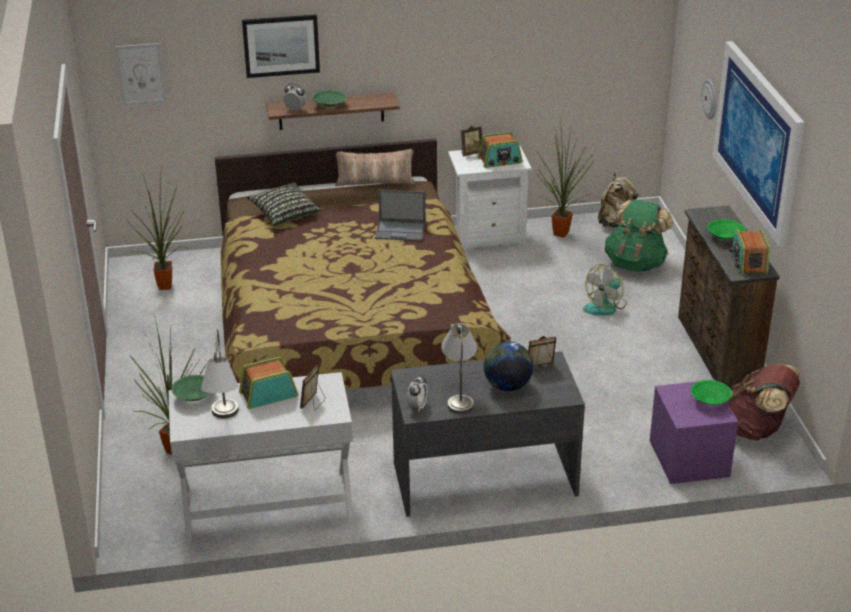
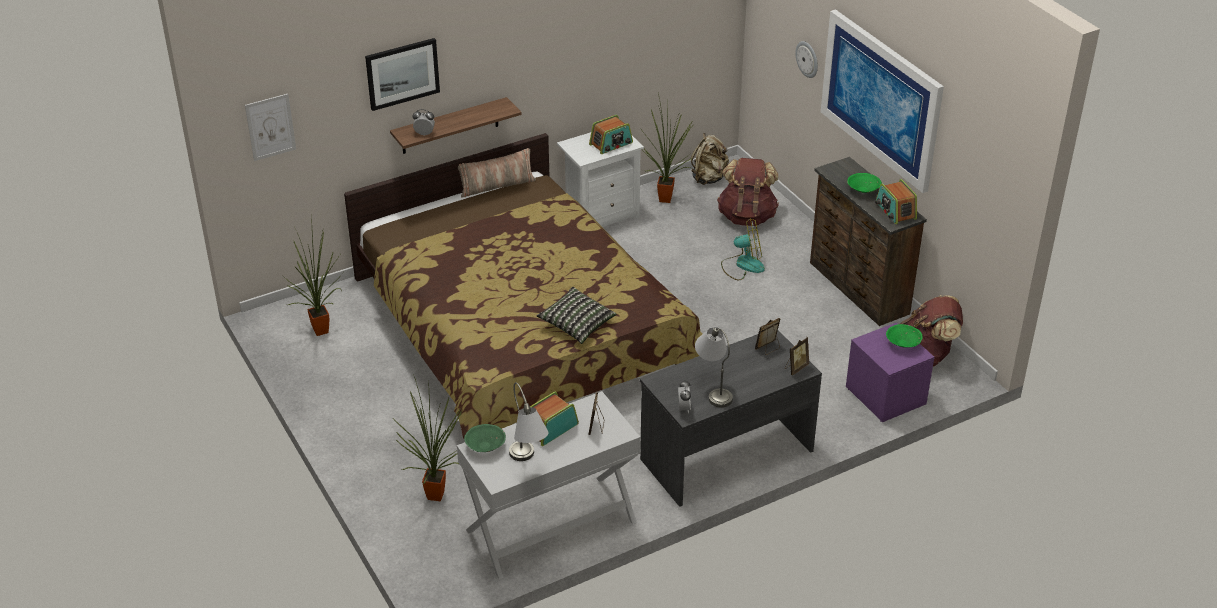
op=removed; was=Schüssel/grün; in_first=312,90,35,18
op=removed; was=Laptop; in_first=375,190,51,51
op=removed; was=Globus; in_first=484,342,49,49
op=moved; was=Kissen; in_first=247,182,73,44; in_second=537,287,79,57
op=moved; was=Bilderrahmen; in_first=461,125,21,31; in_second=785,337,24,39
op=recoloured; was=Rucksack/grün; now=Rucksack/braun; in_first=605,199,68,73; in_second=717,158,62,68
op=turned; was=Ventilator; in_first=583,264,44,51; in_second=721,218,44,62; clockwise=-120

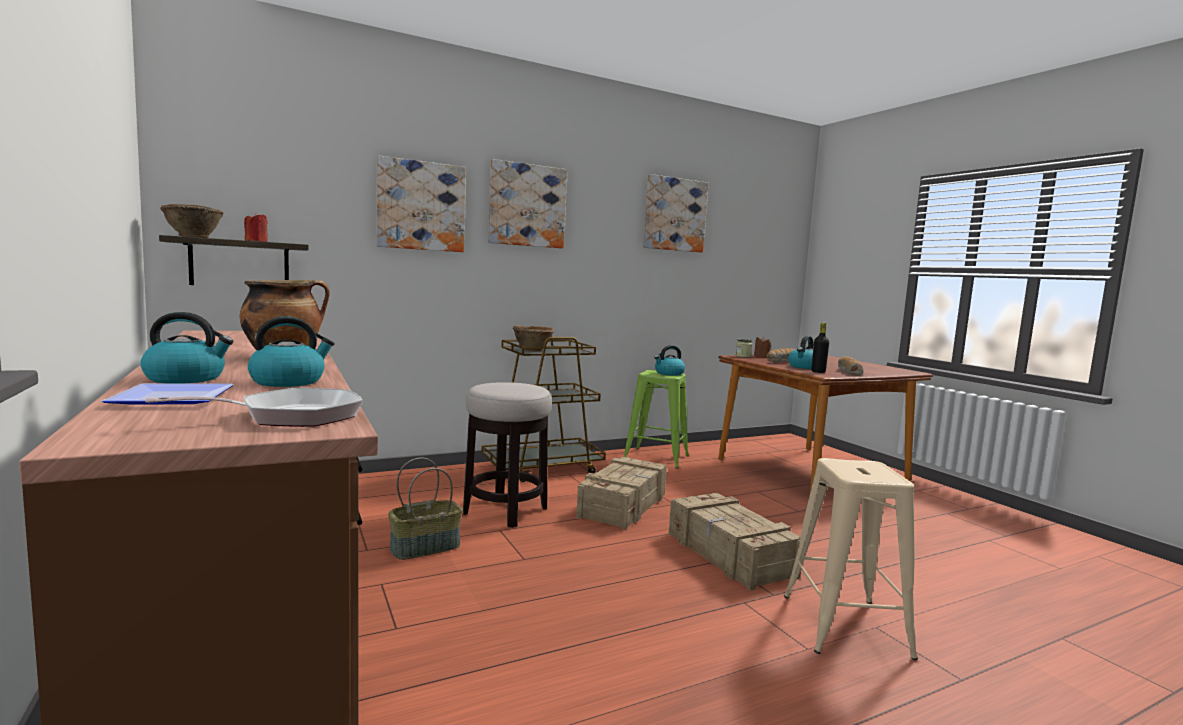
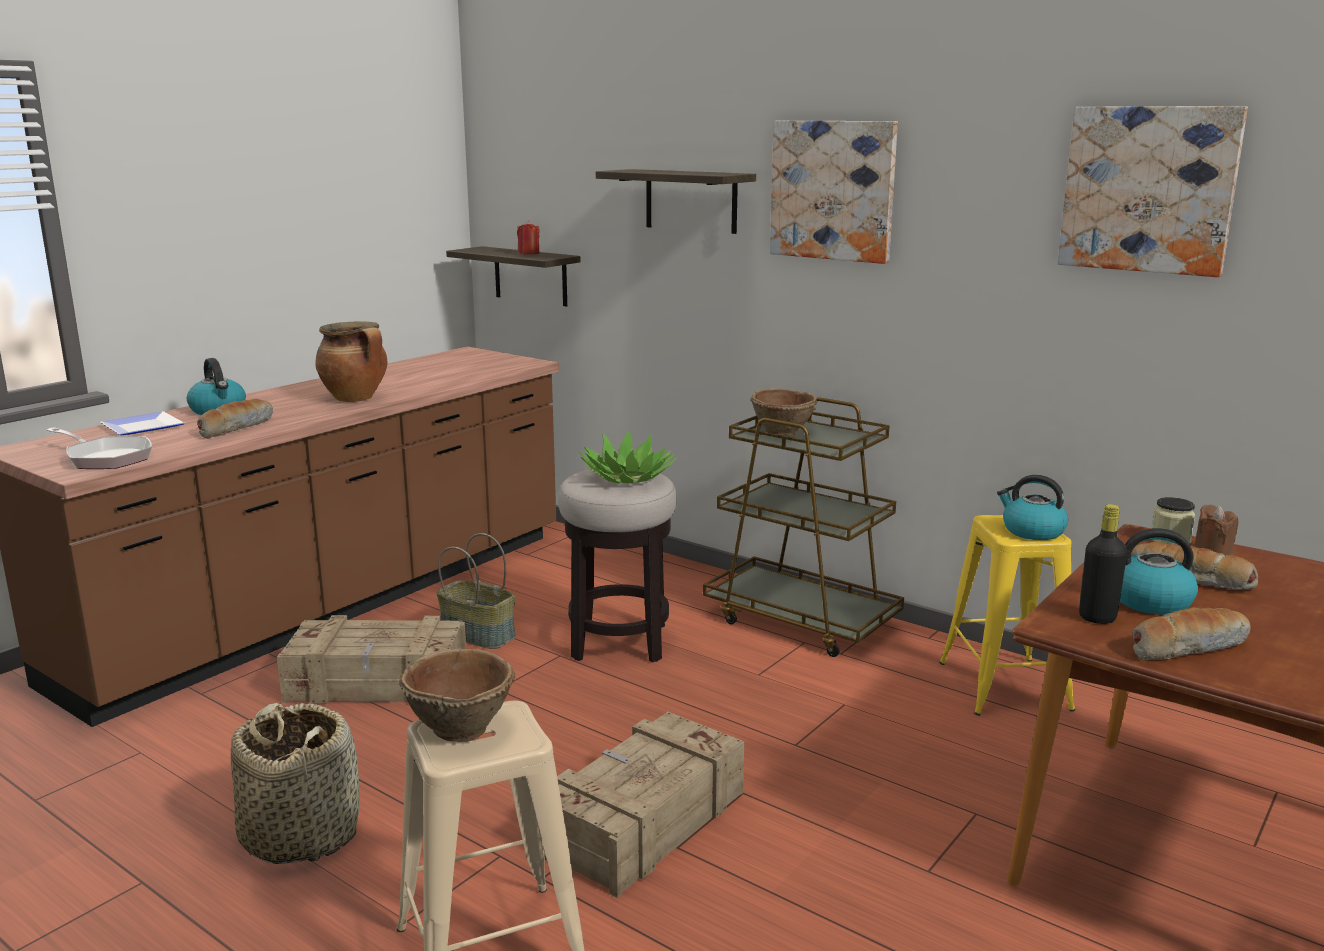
op=added; now=Korb; in_second=231,703,129,161
op=added; now=Topfpflanze; in_second=579,429,98,55
op=moved; was=Schüssel/braun; in_first=160,204,63,34; in_second=399,649,116,93
op=moved; was=Kiste; in_first=576,457,91,73; in_second=277,615,189,89
op=replaced; was=Wasserkessel; now=Brot; in_first=248,316,87,71; in_second=197,399,76,40
op=replaced; was=Bild; now=Wandregal; in_first=376,156,90,96; in_second=596,169,160,65
op=recoloured; was=Hocker/grün; now=Hocker/gelb; in_first=624,370,65,99; in_second=939,515,136,201

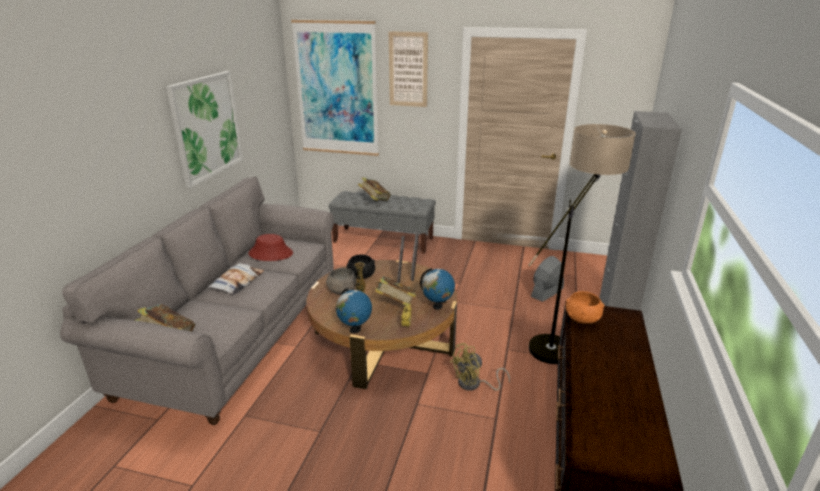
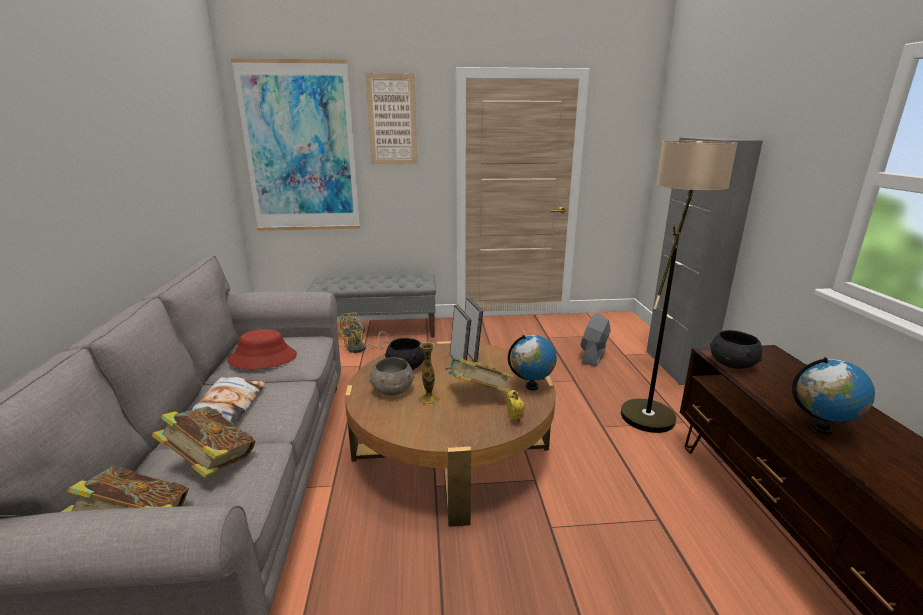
op=removed; was=Bild; in_first=166,71,77,117
op=moved; was=Globus; in_first=336,288,36,45; in_second=792,357,83,78
op=moved; was=Buch; in_first=358,177,33,24; in_second=152,406,103,72
op=moved; was=Ventilator/gelb; in_first=449,343,61,48; in_second=338,312,53,41
op=recoloured; was=Schüssel/orange; now=Schüssel/schwarz; in_first=566,291,39,33; in_second=710,330,53,39

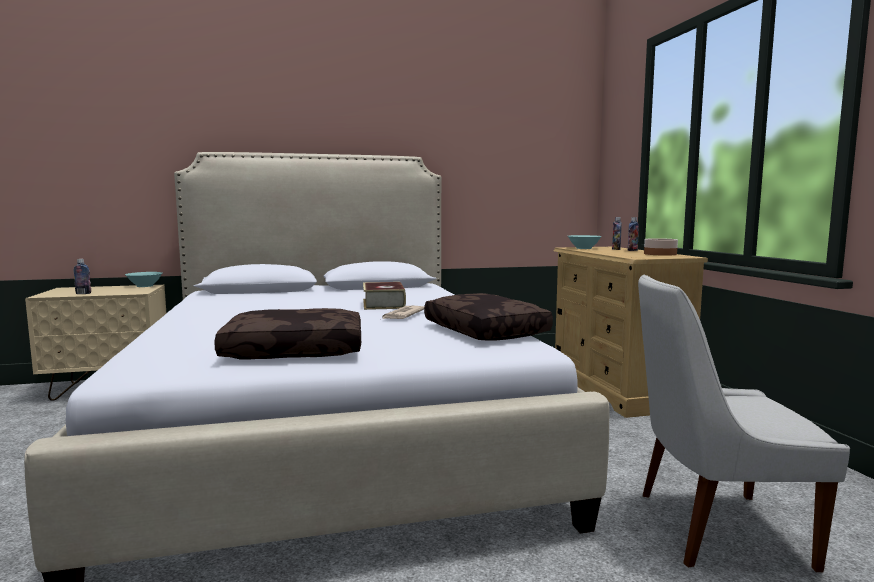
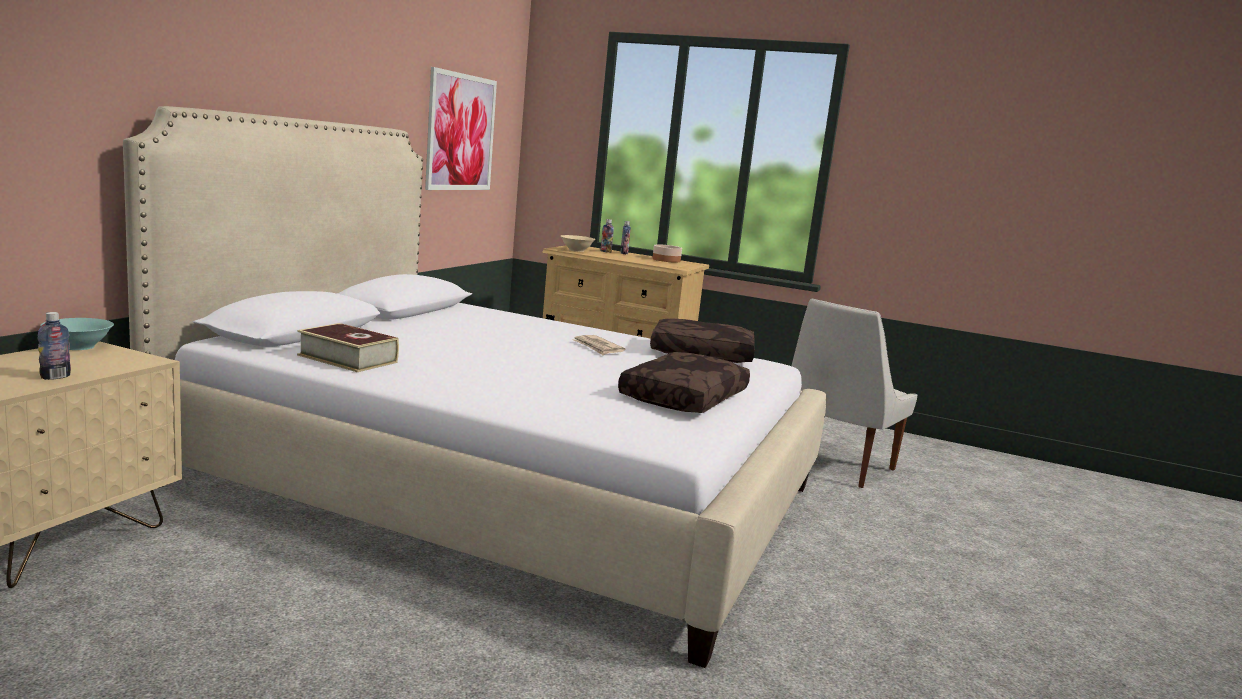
op=added; now=Bild; in_second=425,67,72,123
op=moved; was=Buch; in_first=363,282,43,28; in_second=297,323,102,49
op=recoloured; was=Schüssel/türkis; now=Schüssel/beige; in_first=568,235,34,14; in_second=561,235,34,17

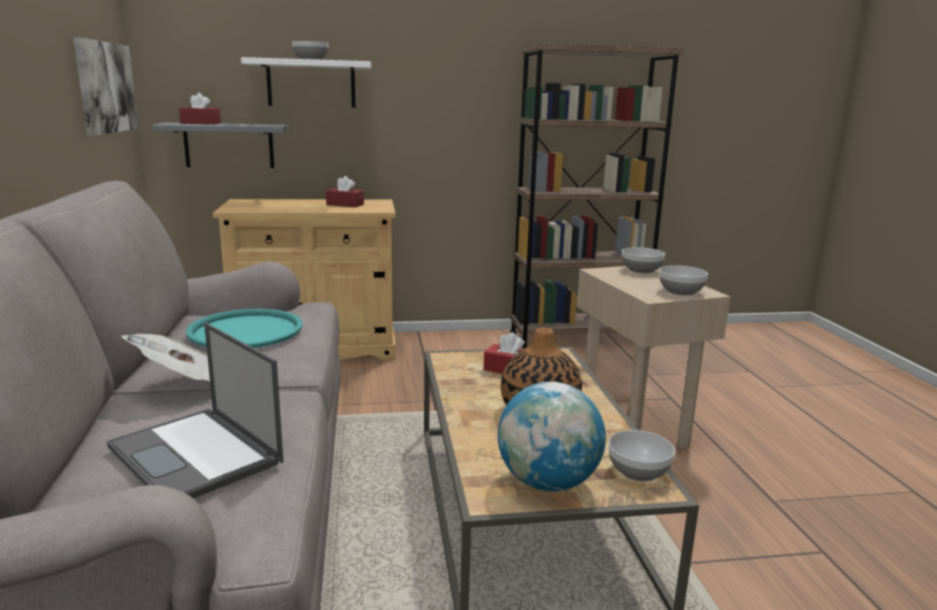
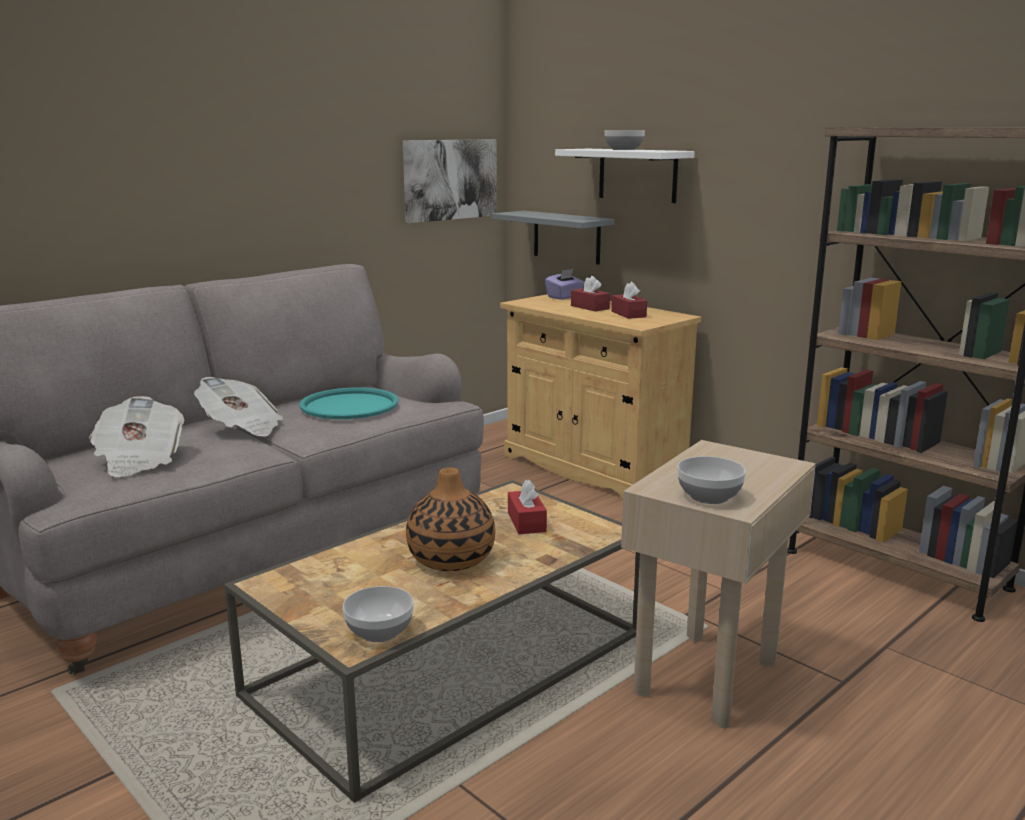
op=removed; was=Globus; in_first=498,382,108,110
op=removed; was=Schüssel; in_first=622,247,43,27
op=added; now=Taschentuchbox/lila; in_second=545,269,40,31
op=moved; was=Taschentuchbox/rot; in_first=179,93,42,31; in_second=571,276,39,36
op=replaced; was=Laptop; now=Zeitung; in_first=107,323,176,176; in_second=89,396,96,81

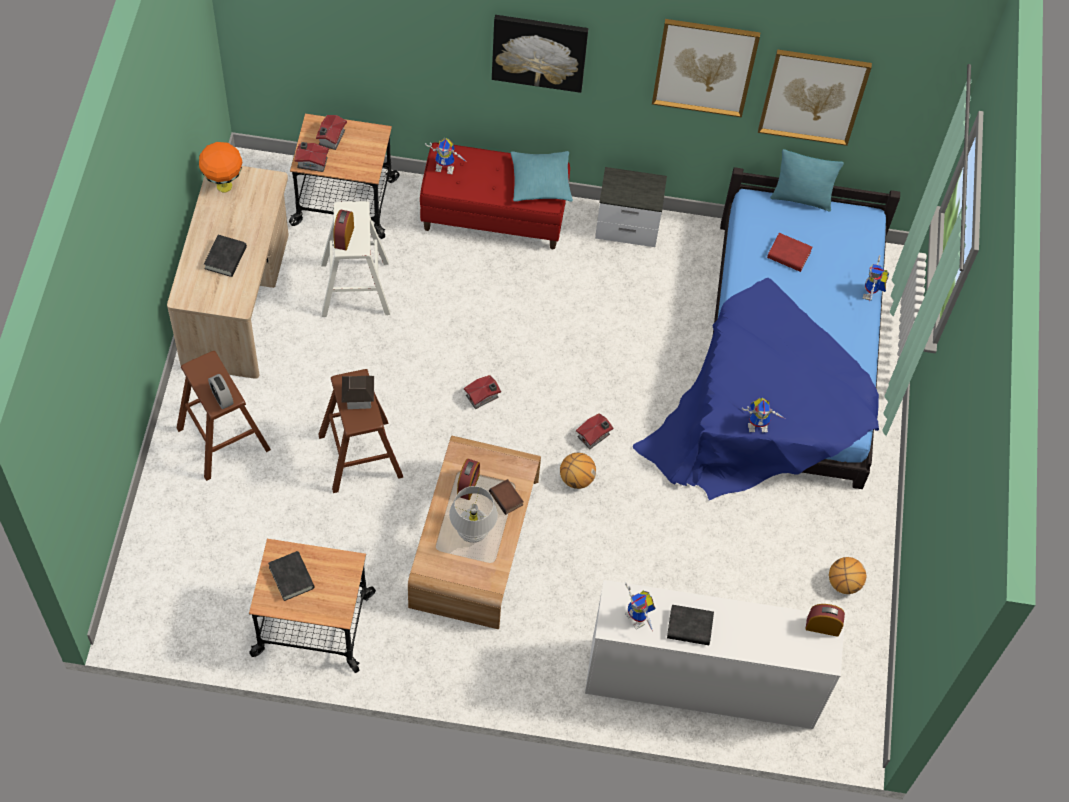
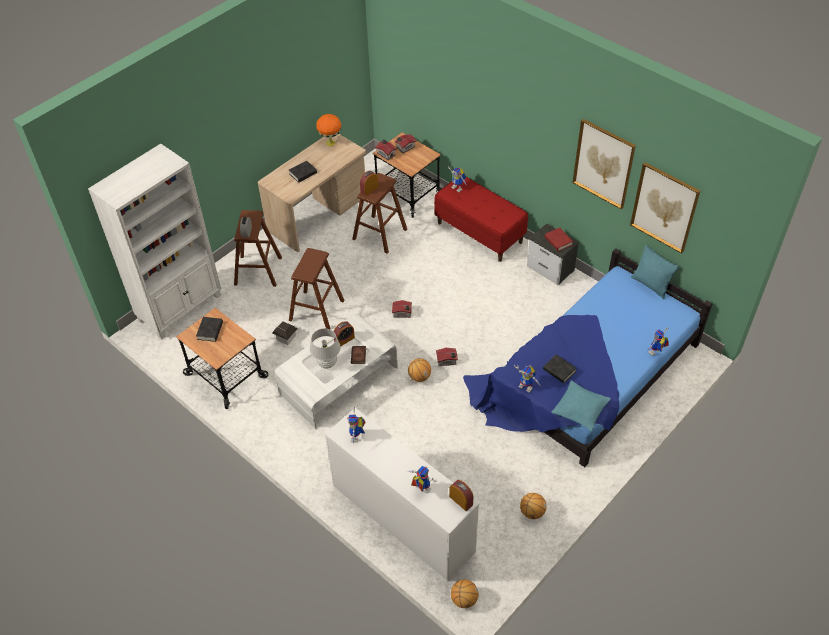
op=removed; was=Bild; in_first=492,15,96,78
op=added; now=Bücherregal/weiß; in_second=88,144,133,195
op=added; now=Spielzeugroboter; in_second=407,466,30,28
op=added; now=Basketball; in_second=451,579,28,29
op=moved; was=Spielzeughaus; in_first=342,376,32,33; in_second=272,321,26,24
op=moved; was=Kissen/türkis; in_first=511,151,62,51; in_second=552,380,59,52
op=moved; was=Buch/schwarz; in_first=667,605,47,40; in_second=543,354,33,29
op=moved; was=Buch/rot; in_first=767,233,45,39; in_second=545,228,28,23
op=recoloured; was=Hocker/weiß; now=Hocker/braun; in_first=321,201,69,116; in_second=352,173,55,81
op=recoloured; was=Couchtisch/braun; now=Couchtisch/weiß; in_first=408,436,133,193; in_second=275,313,123,116

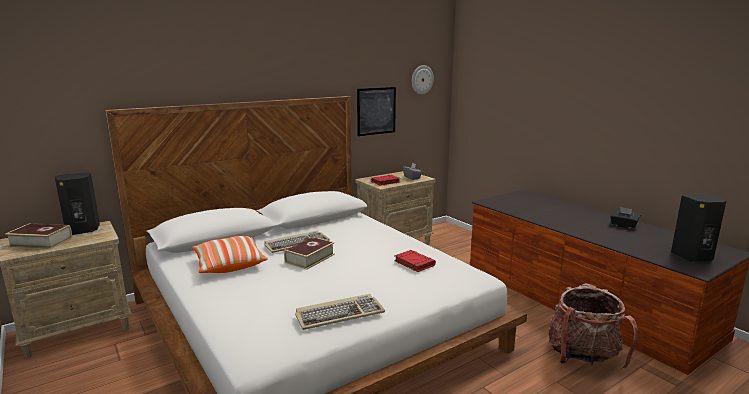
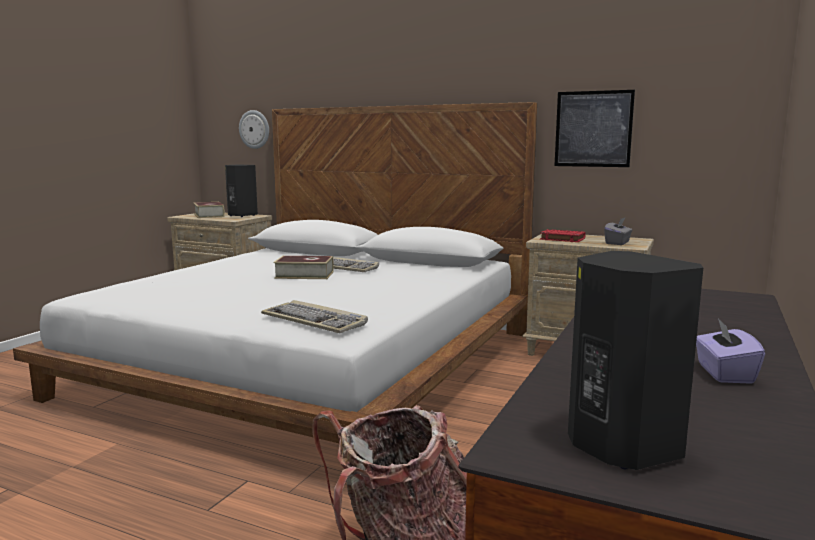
op=removed; was=Kissen; in_first=192,236,76,37
op=removed; was=Buch/rot; in_first=394,250,42,22
op=moved; was=Tastatur; in_first=295,294,90,36; in_second=261,300,107,33
op=moved; was=Wanduhr; in_first=412,65,22,30; in_second=239,110,30,39
op=recoloured; was=Taschentuchbox/schwarz; now=Taschentuchbox/lila; in_first=610,207,31,22; in_second=696,318,69,66

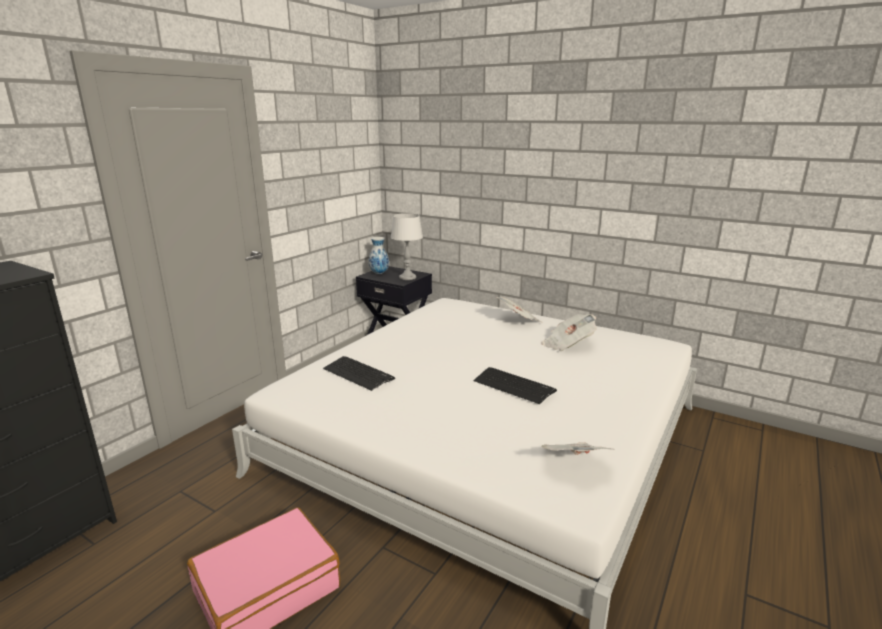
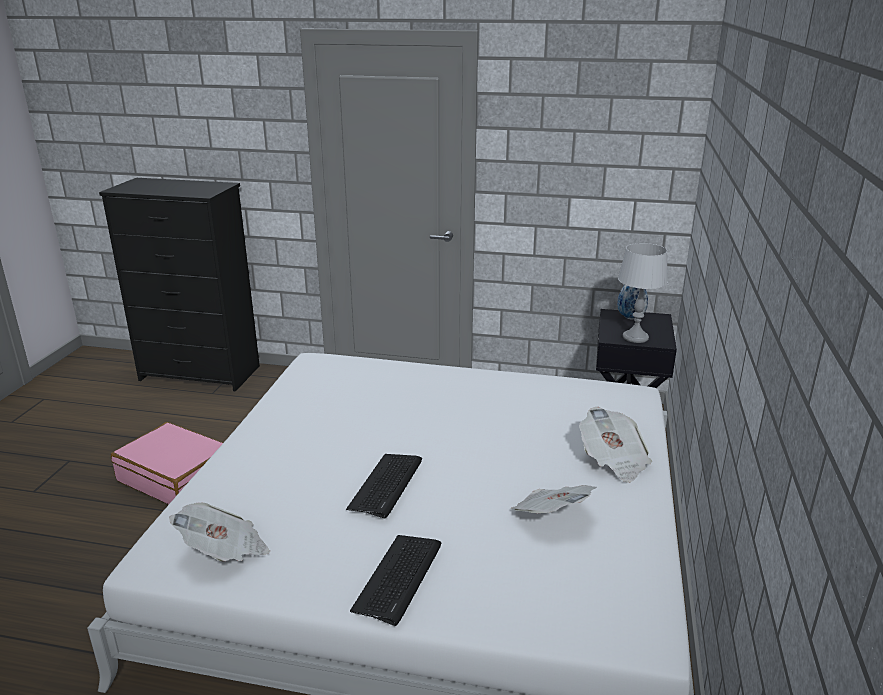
op=moved; was=Tastatur; in_first=323,356,72,35; in_second=350,535,91,91

